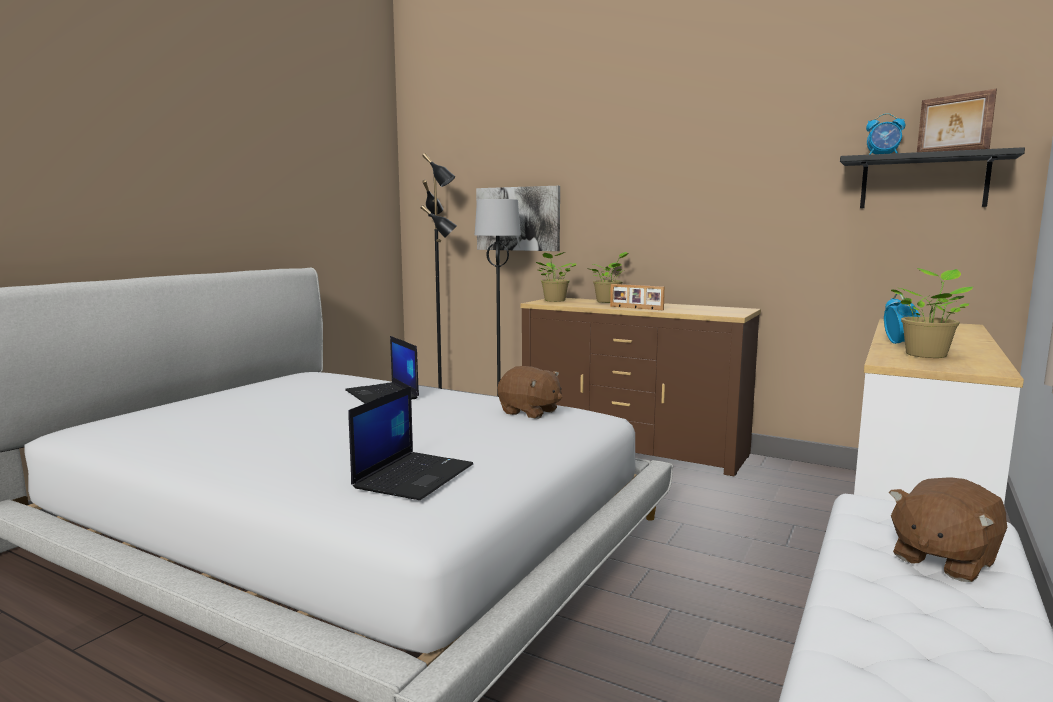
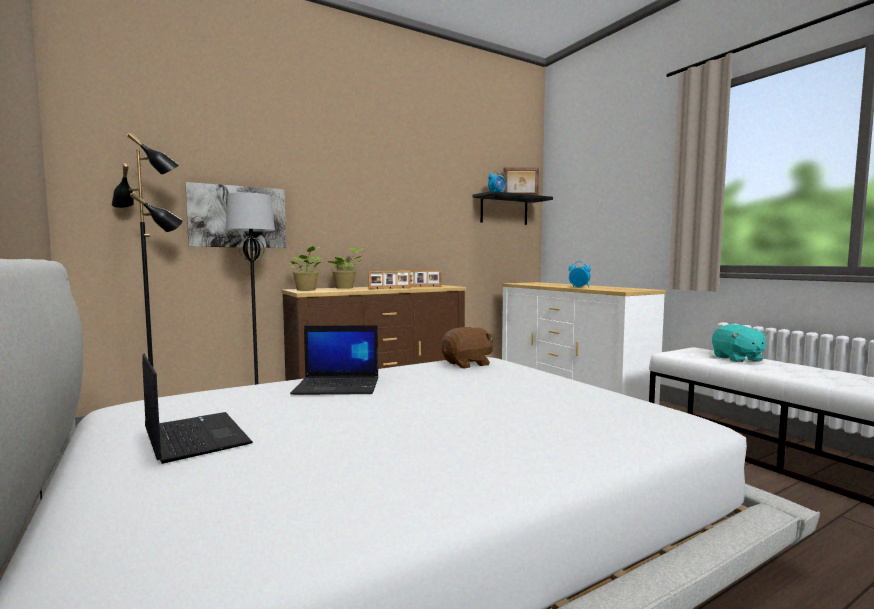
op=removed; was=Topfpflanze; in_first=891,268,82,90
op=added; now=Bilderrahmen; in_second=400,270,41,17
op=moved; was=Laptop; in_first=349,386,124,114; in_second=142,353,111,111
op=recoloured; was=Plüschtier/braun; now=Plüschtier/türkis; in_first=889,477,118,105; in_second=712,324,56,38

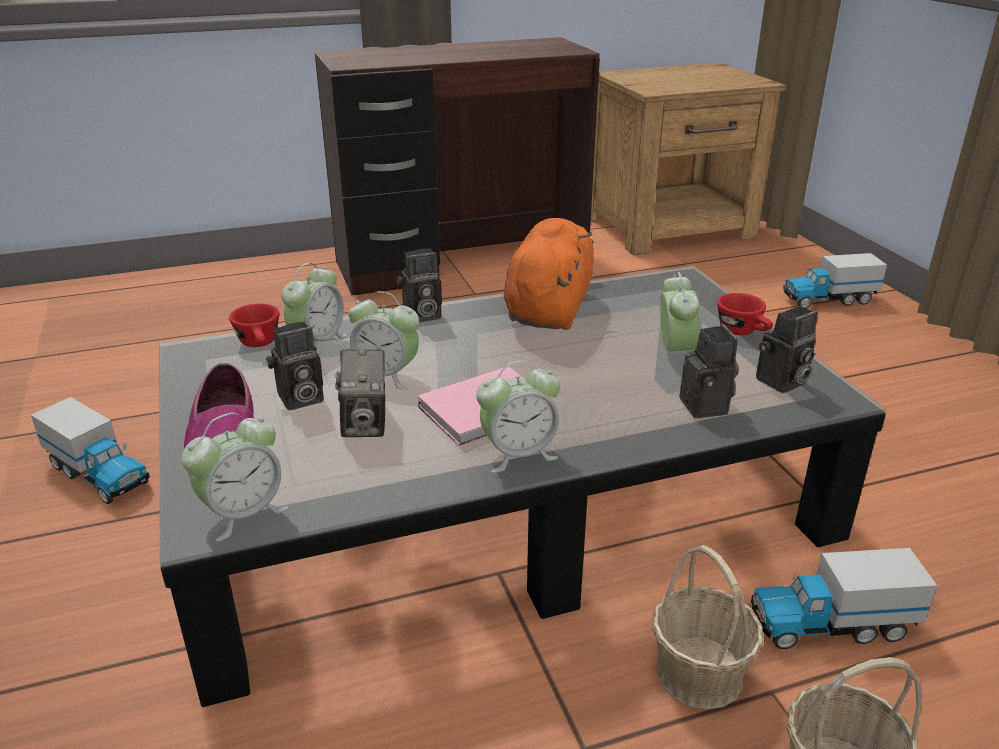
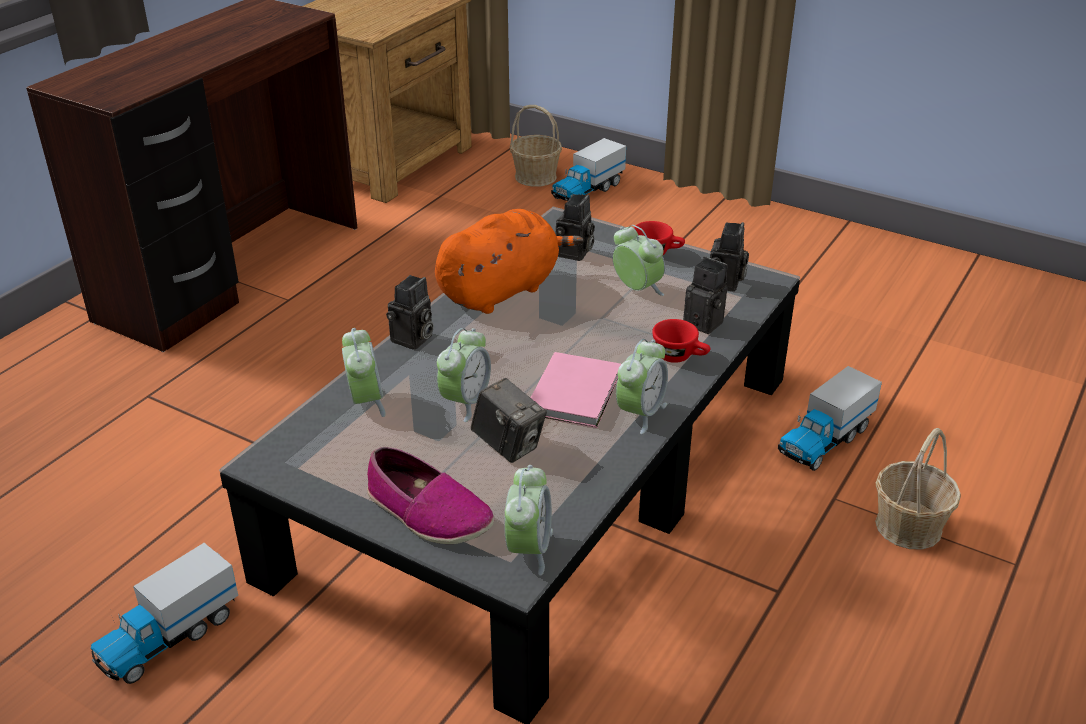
op=moved; was=Tasse/rot; in_first=229,303,50,44; in_second=652,319,58,44
op=moved; was=Kamera; in_first=266,321,58,89; in_second=556,194,39,67
op=moved; was=Korb; in_first=652,545,111,165; in_second=510,105,52,82
op=turned; was=Spielzeuglaster; in_first=31,397,119,107; in_second=91,543,147,141; clockwise=135
op=turned; was=Wecker; in_first=349,291,70,99; in_second=437,328,54,94; clockwise=-45
op=turned; was=Plüschtier/orange; in_first=504,218,90,112; in_second=435,209,148,105; clockwise=75

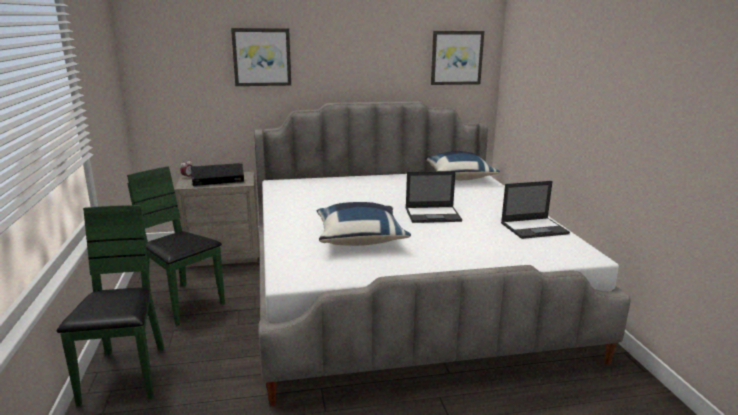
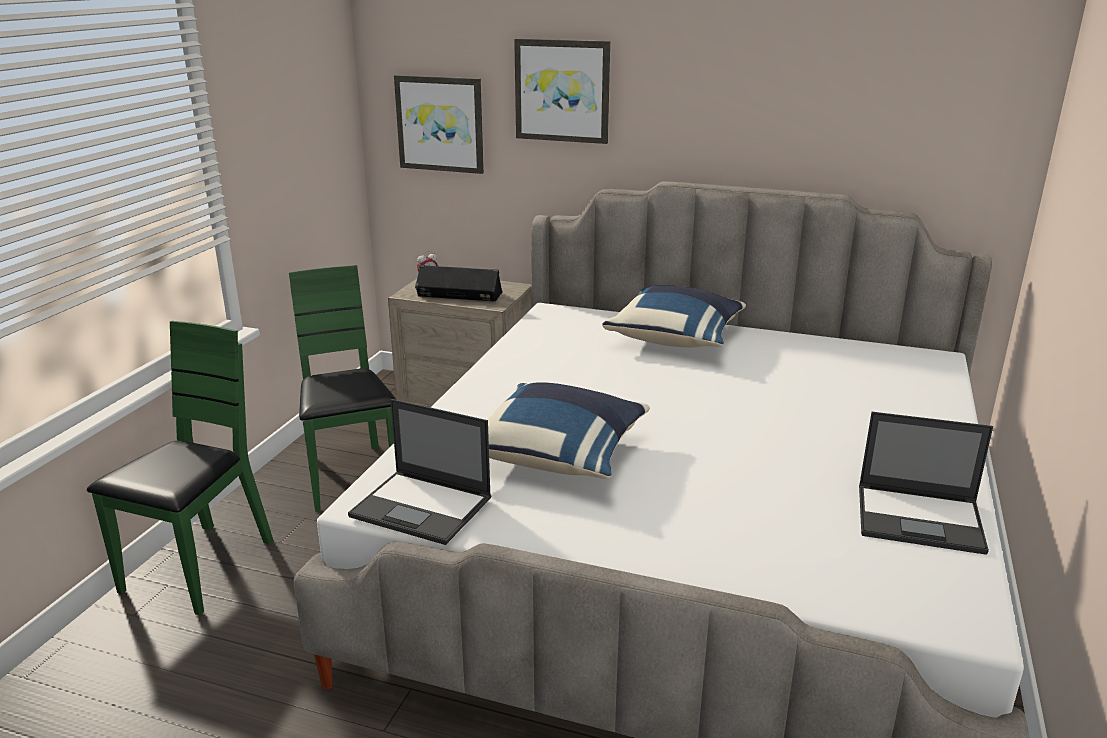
op=moved; was=Laptop; in_first=406,171,56,52; in_second=348,399,143,146
op=moved; was=Kissen/blau; in_first=426,151,74,29; in_second=602,285,144,63
op=moved; was=Bild; in_first=431,31,53,54; in_second=394,75,90,99

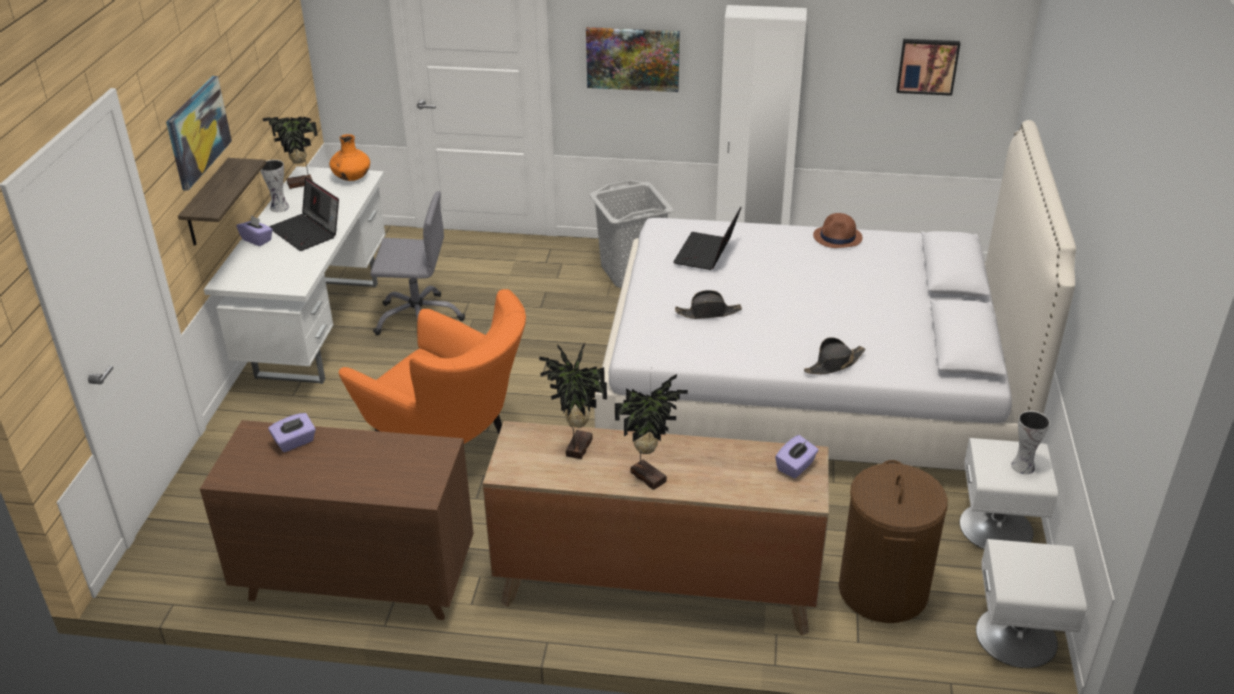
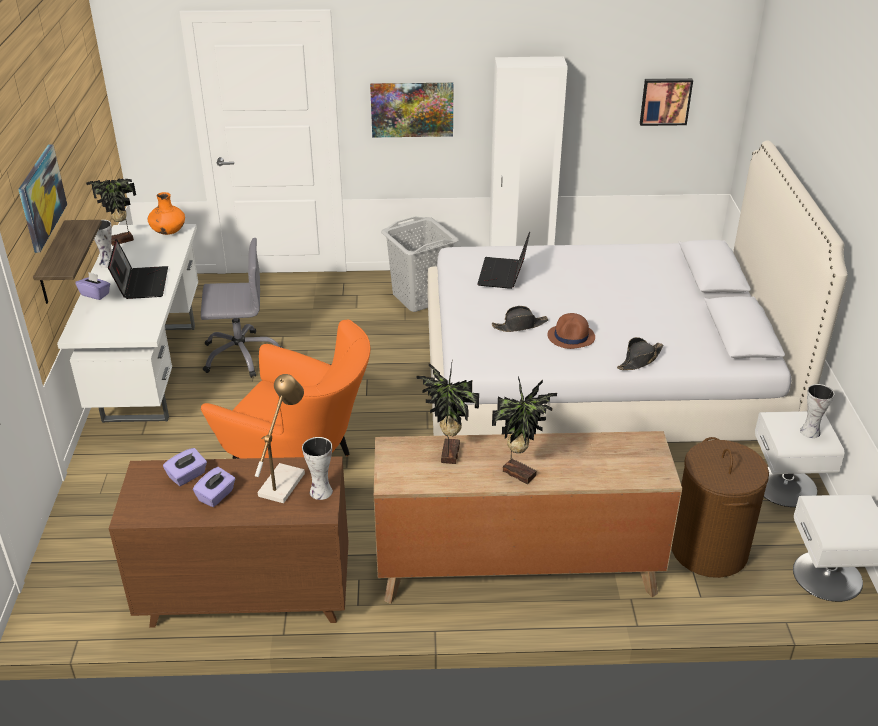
op=added; now=Tischlampe; in_second=255,374,50,129
op=added; now=Vase; in_second=302,437,31,63
op=moved; was=Taschentuchbox/lila; in_first=775,435,44,43; in_second=193,467,42,40
op=moved; was=Hut/braun; in_first=813,213,50,35; in_second=547,313,48,36
op=turned; was=Laptop; in_first=269,177,70,74; in_second=108,239,60,60; clockwise=-135

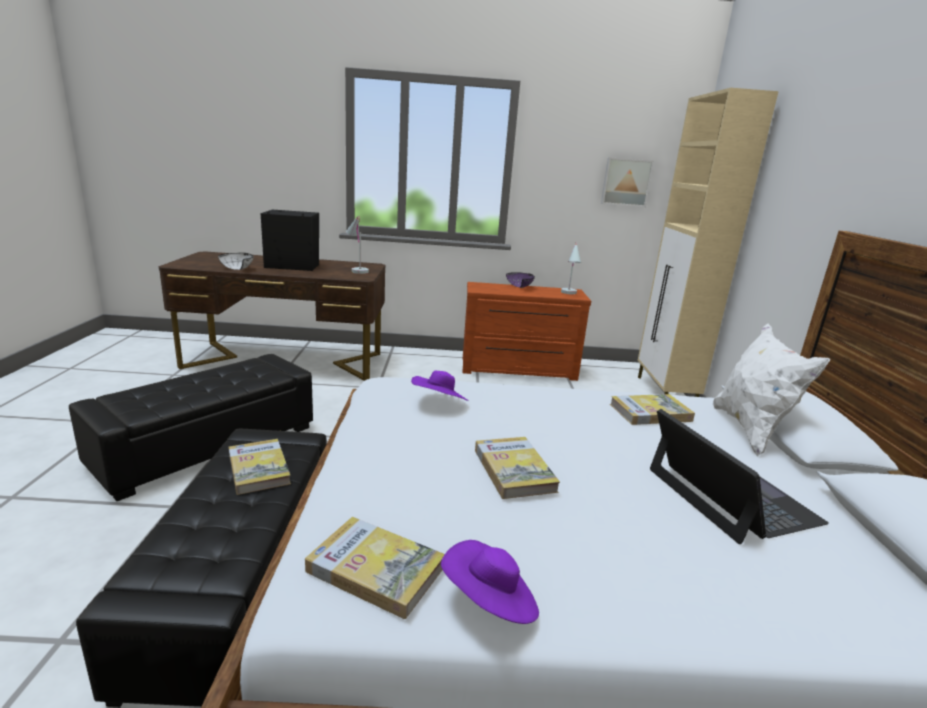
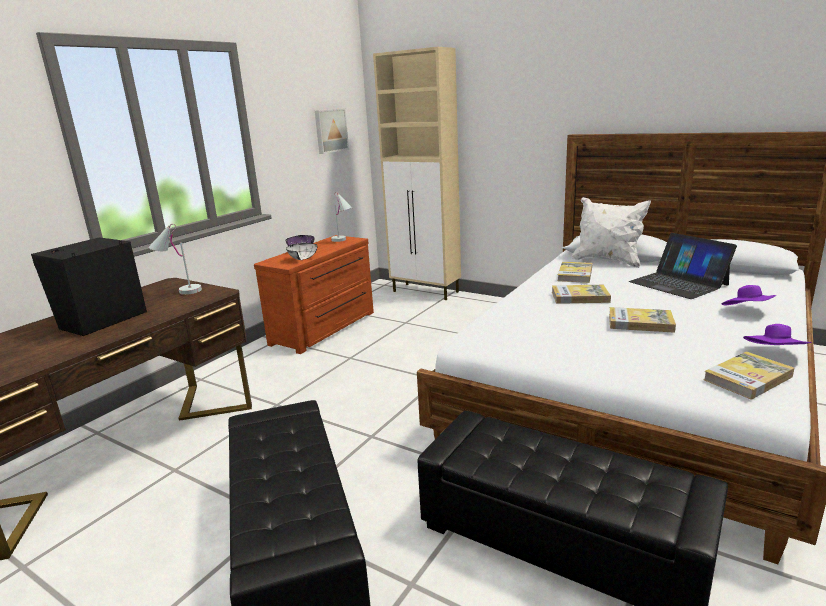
op=moved; was=Schüssel/weiß; in_first=218,253,36,17; in_second=286,243,32,17
op=moved; was=Buch; in_first=229,439,62,56; in_second=552,285,59,19
op=moved; was=Hut/lila; in_first=411,371,57,30; in_second=722,285,54,20
op=turned; was=Laptop; in_first=650,409,179,135; in_second=629,233,108,66; clockwise=-135

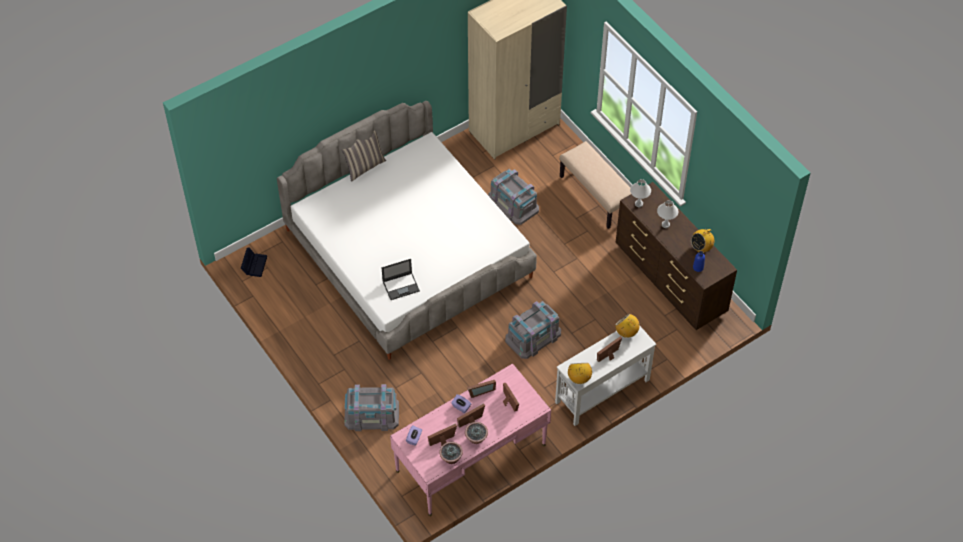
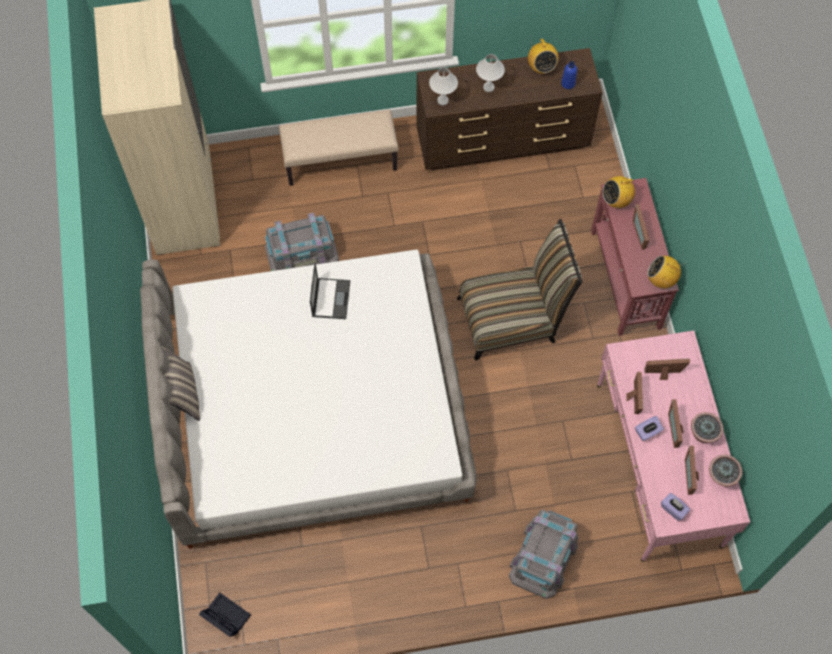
op=moved; was=Laptop; in_first=382,259,38,41; in_second=310,262,40,57
op=replaced; was=Aufbewahrungsbox/grau; now=Stuhl; in_first=505,301,56,58; in_second=457,219,126,141
op=recoloured; was=Konsolentisch/weiß; now=Konsolentisch/rot; in_first=555,326,101,100; in_second=591,178,88,158

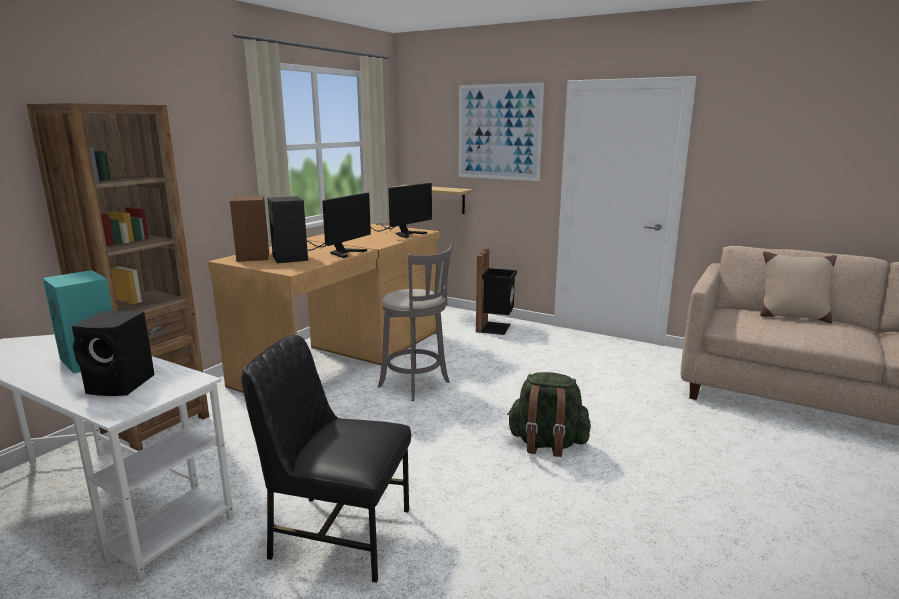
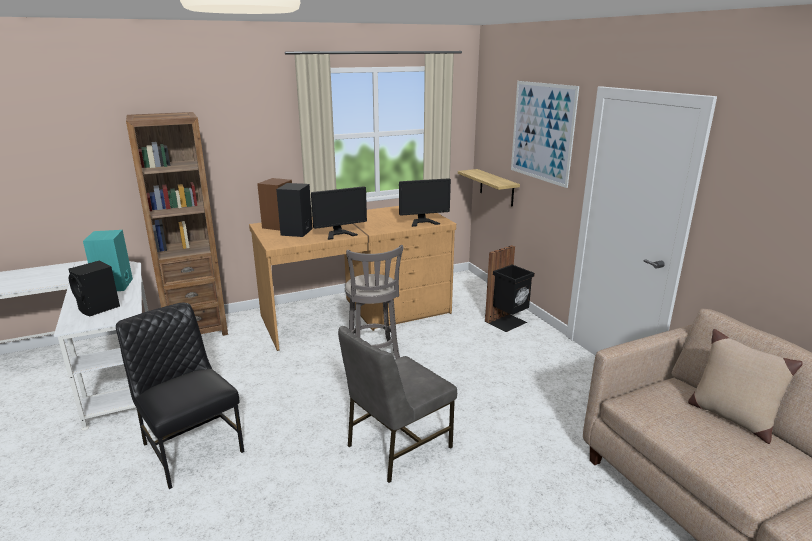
op=replaced; was=Rucksack/grün; now=Stuhl/grau; in_first=507,372,84,85; in_second=338,326,119,157

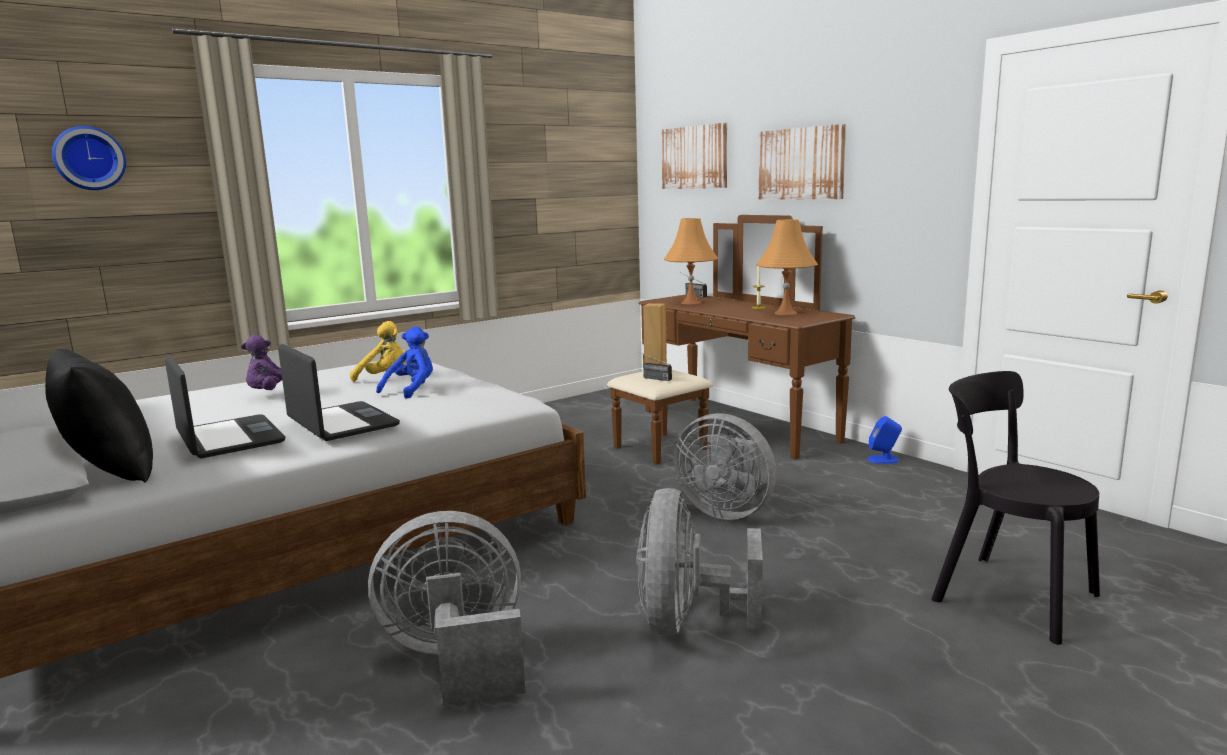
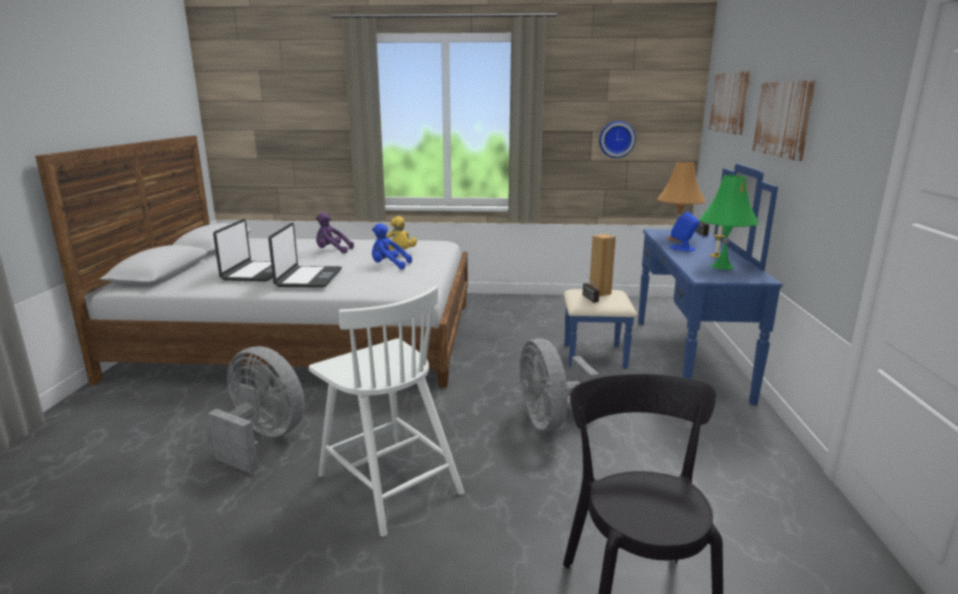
op=removed; was=Kissen/schwarz; in_first=45,349,108,134
op=moved; was=Wanduhr; in_first=52,126,74,64; in_second=599,121,37,37
op=moved; was=Lautsprecher/blau; in_first=868,416,34,48; in_second=670,211,29,41
op=replaced; was=Ventilator/grau; now=Stuhl/weiß; in_first=636,488,127,148; in_second=309,286,155,251
op=recoloured; was=Kommode/braun; now=Kommode/blau; in_first=607,215,248,250; in_second=564,164,218,241
op=recoloured; was=Tischlampe/orange; now=Tischlampe/grün; in_first=756,219,62,96; in_second=700,175,58,95
op=turned; was=Plüschtier/blau; in_first=376,327,57,71; in_second=372,223,40,46; clockwise=-150

